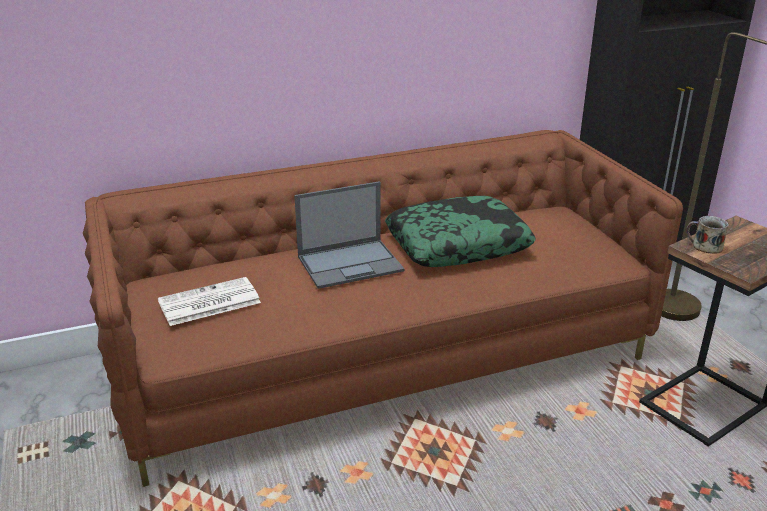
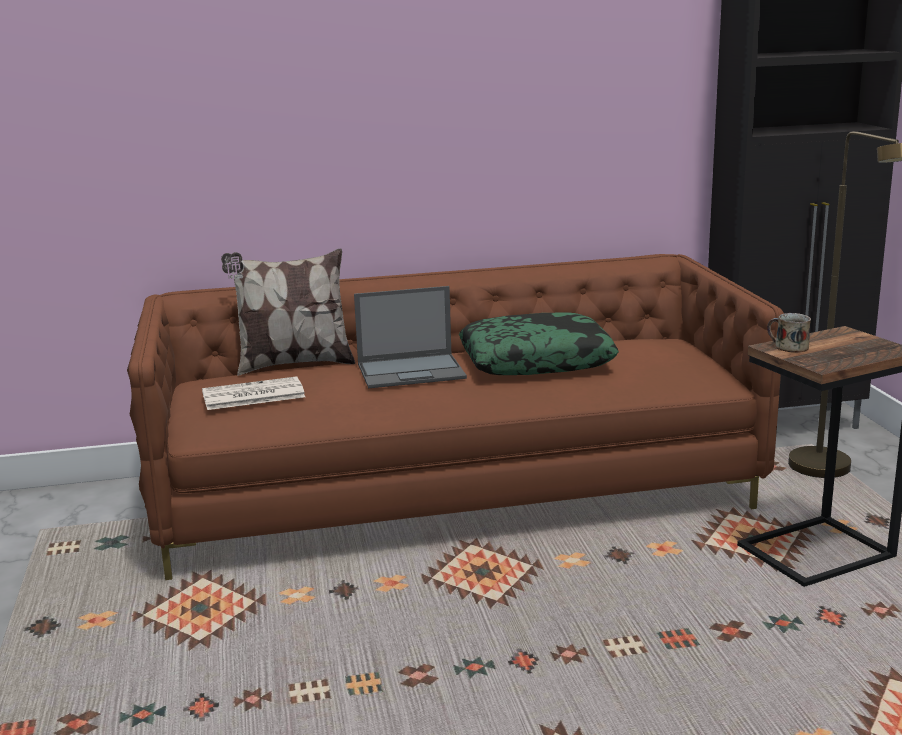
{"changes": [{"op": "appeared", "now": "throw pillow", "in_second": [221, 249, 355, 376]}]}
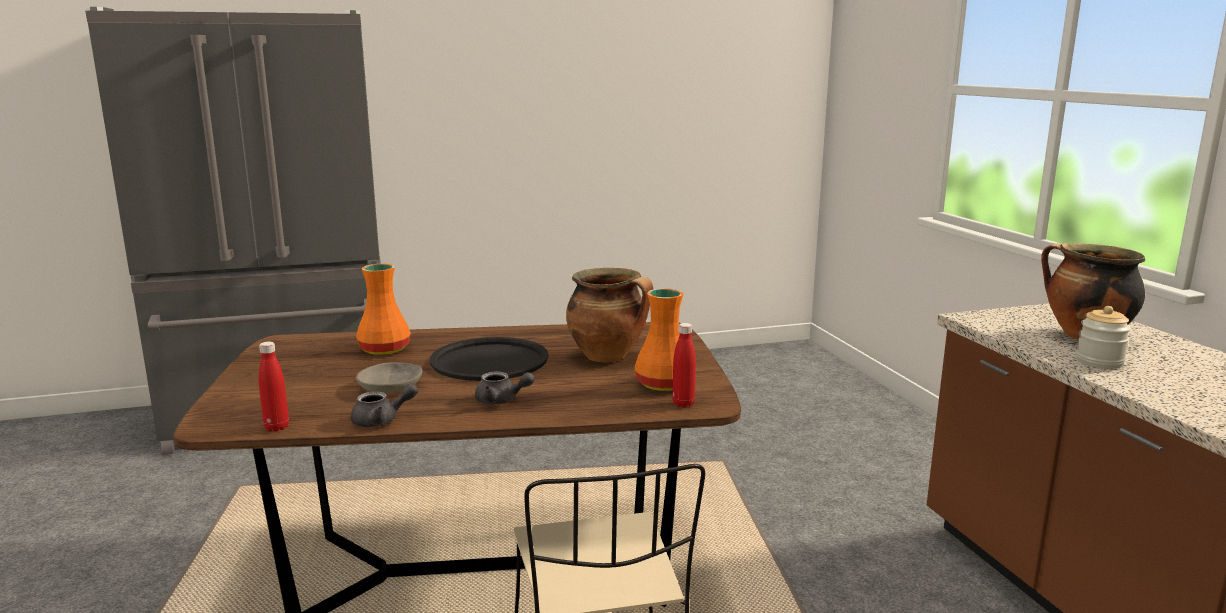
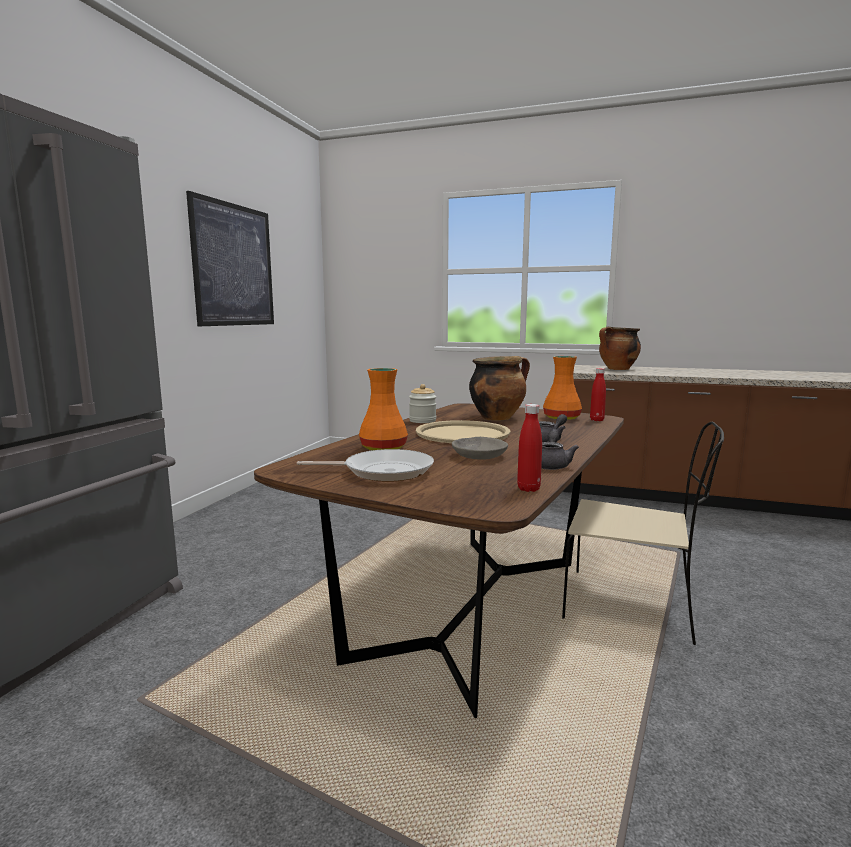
{"changes": [{"op": "colour", "was": "black serving tray", "now": "beige-coloured serving tray", "in_first": [430, 337, 549, 381], "in_second": [416, 420, 510, 443]}, {"op": "relocated", "was": "storage jar", "in_first": [1076, 306, 1131, 369], "in_second": [409, 384, 436, 423]}, {"op": "appeared", "now": "wall art", "in_second": [186, 191, 274, 326]}, {"op": "appeared", "now": "frying pan", "in_second": [297, 449, 434, 482]}]}
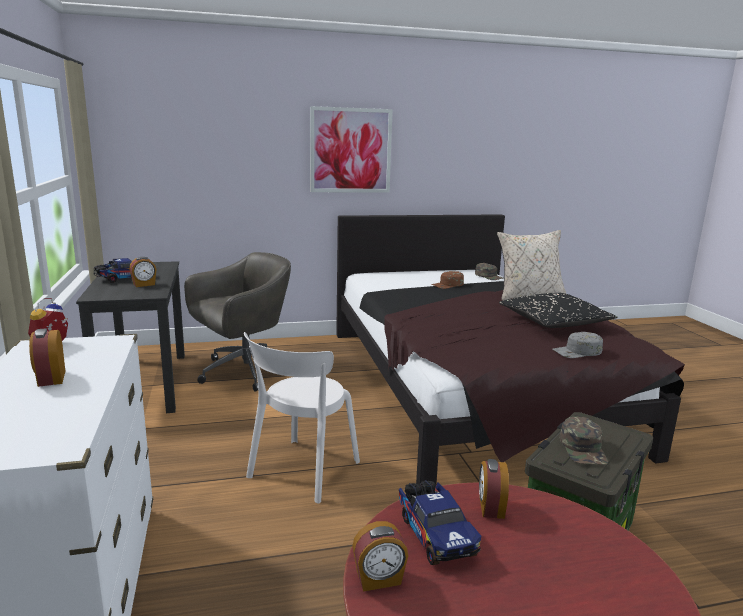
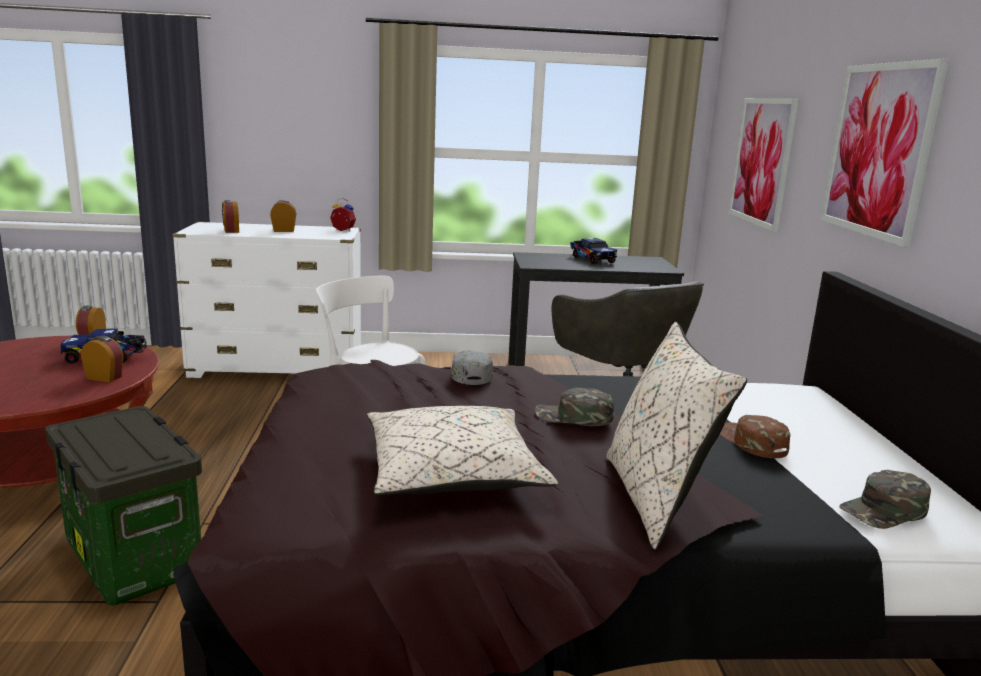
{"changes": [{"op": "relocated", "was": "bedside clock", "in_first": [129, 257, 157, 287], "in_second": [222, 200, 239, 233]}, {"op": "colour", "was": "black throw pillow", "now": "beige-coloured throw pillow", "in_first": [499, 293, 617, 328], "in_second": [367, 406, 558, 495]}, {"op": "relocated", "was": "greyish cap", "in_first": [552, 332, 603, 358], "in_second": [451, 350, 493, 385]}, {"op": "relocated", "was": "green cap", "in_first": [560, 416, 608, 465], "in_second": [535, 388, 614, 426]}, {"op": "appeared", "now": "wall art", "in_second": [729, 98, 799, 232]}]}
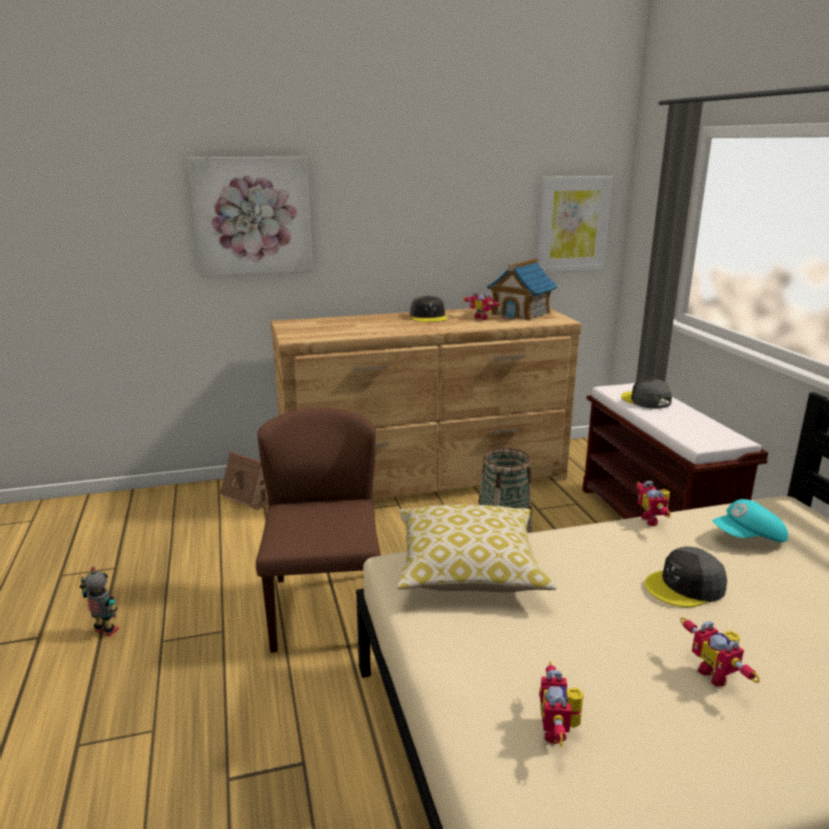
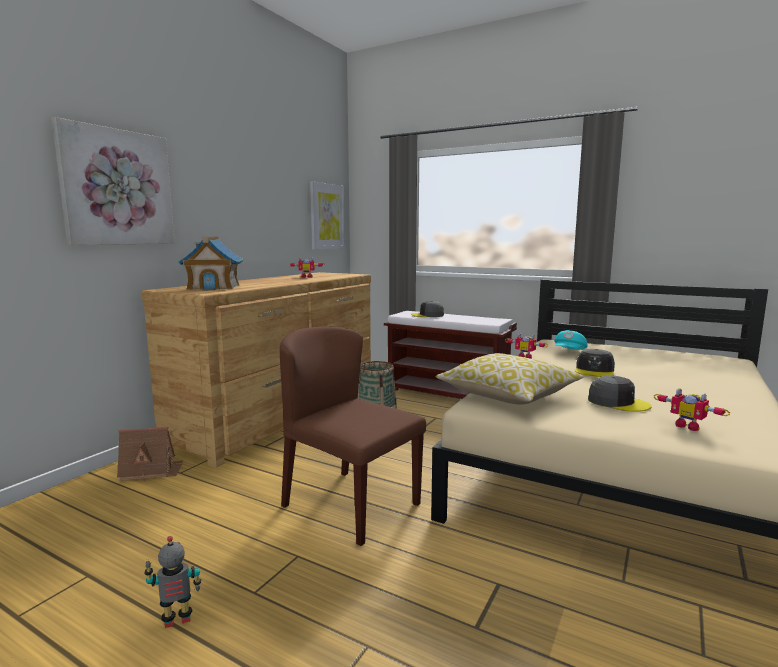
{"changes": [{"op": "relocated", "was": "greyish cap", "in_first": [410, 296, 447, 322], "in_second": [588, 375, 652, 412]}, {"op": "relocated", "was": "model house", "in_first": [487, 259, 558, 321], "in_second": [179, 237, 243, 290]}, {"op": "missing", "was": "robot figure", "in_first": [680, 618, 760, 687]}]}
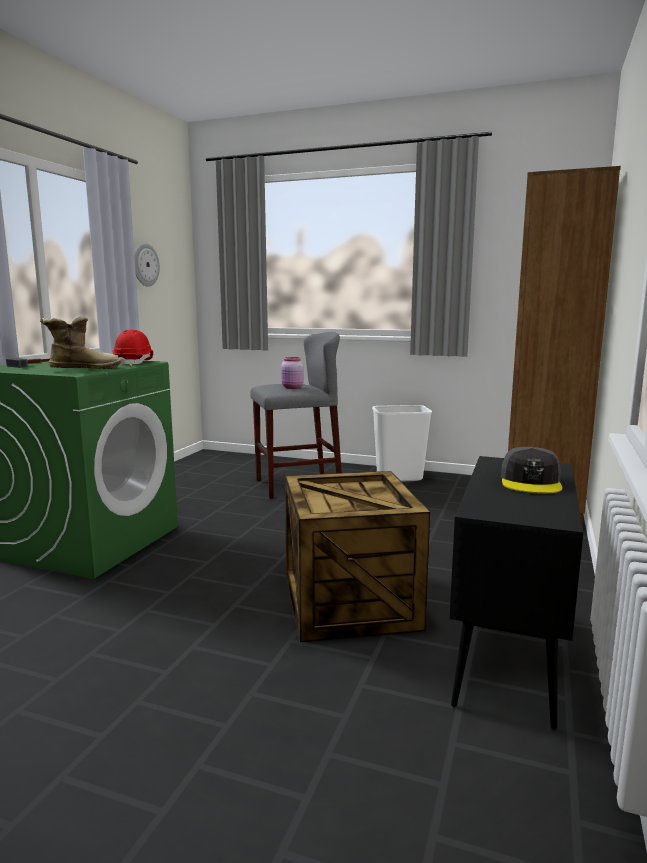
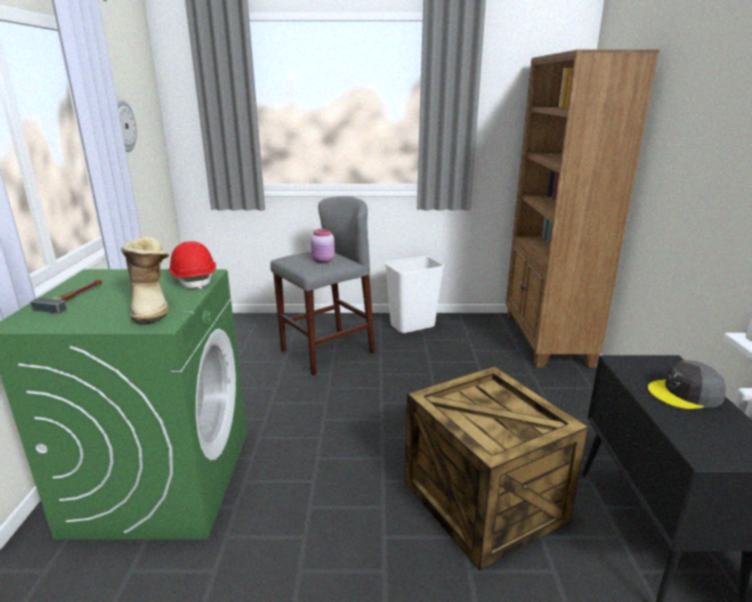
{"changes": [{"op": "spun", "was": "boot", "in_first": [40, 317, 121, 369], "in_second": [121, 237, 170, 325], "clockwise": 120}, {"op": "spun", "was": "greyish cap", "in_first": [501, 447, 562, 493], "in_second": [648, 360, 726, 409], "clockwise": 90}]}
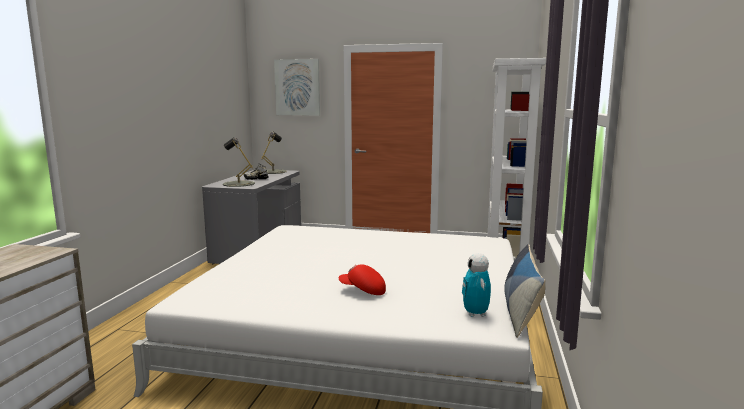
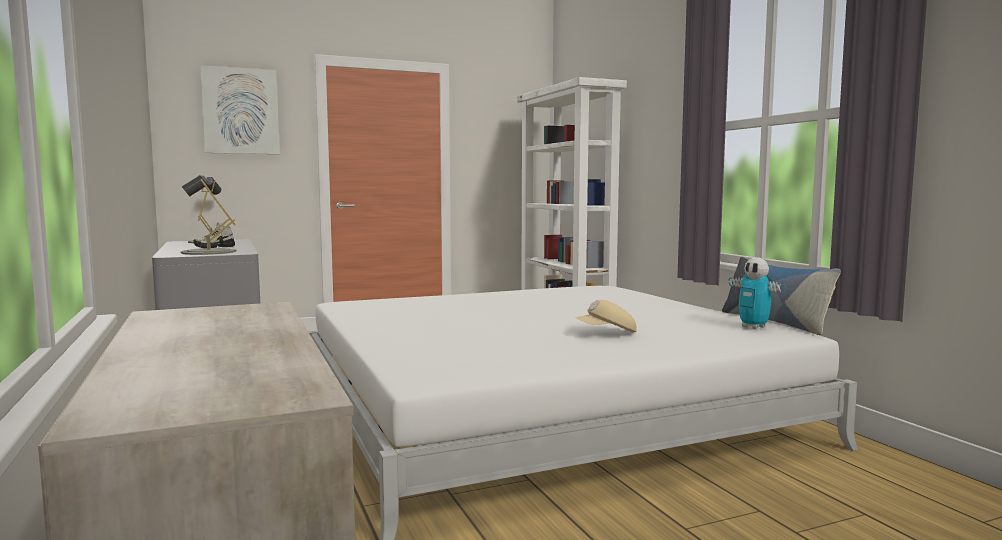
{"changes": [{"op": "colour", "was": "reddish cap", "now": "beige-coloured cap", "in_first": [339, 265, 386, 295], "in_second": [576, 300, 637, 333]}]}
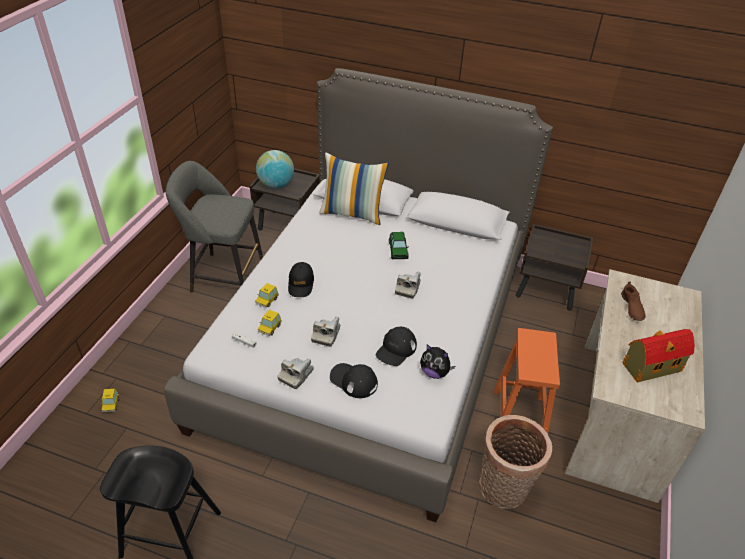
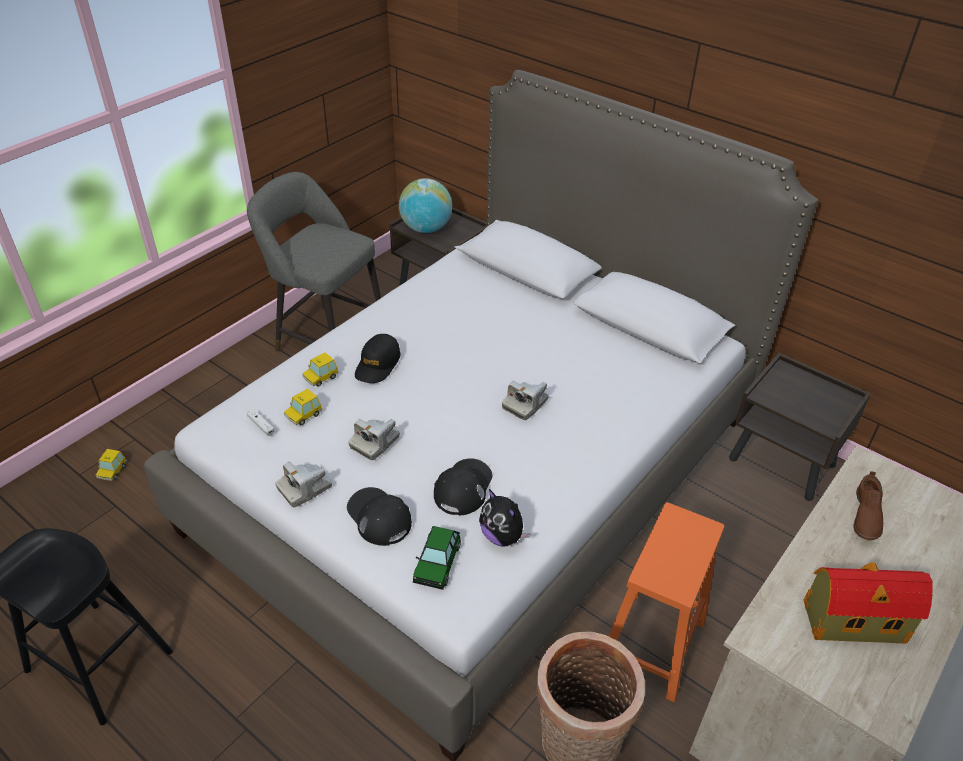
{"changes": [{"op": "missing", "was": "throw pillow", "in_first": [319, 152, 389, 225]}, {"op": "spun", "was": "black cap", "in_first": [376, 327, 417, 366], "in_second": [434, 458, 492, 516], "clockwise": 150}, {"op": "relocated", "was": "toy car", "in_first": [389, 232, 409, 259], "in_second": [413, 526, 461, 590]}]}
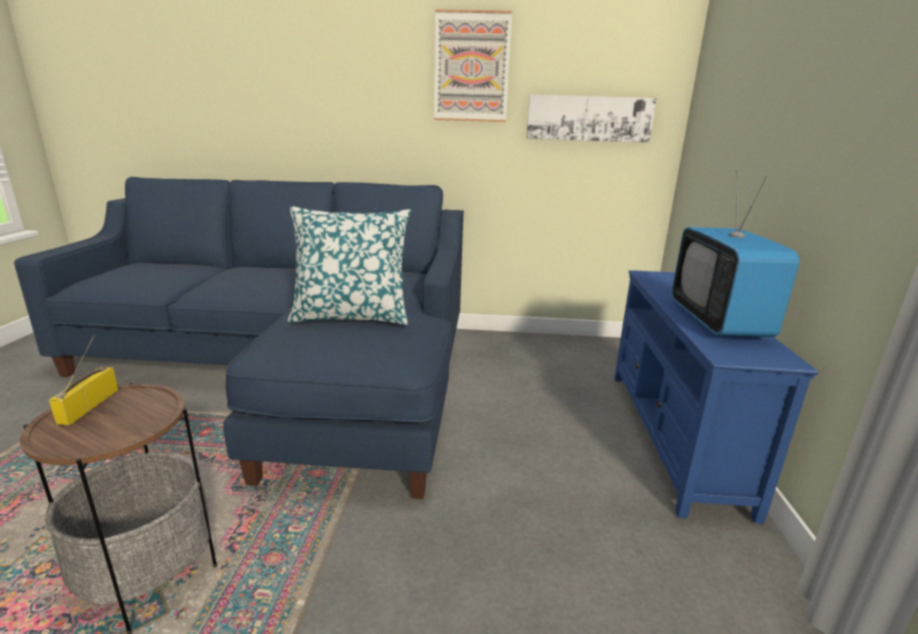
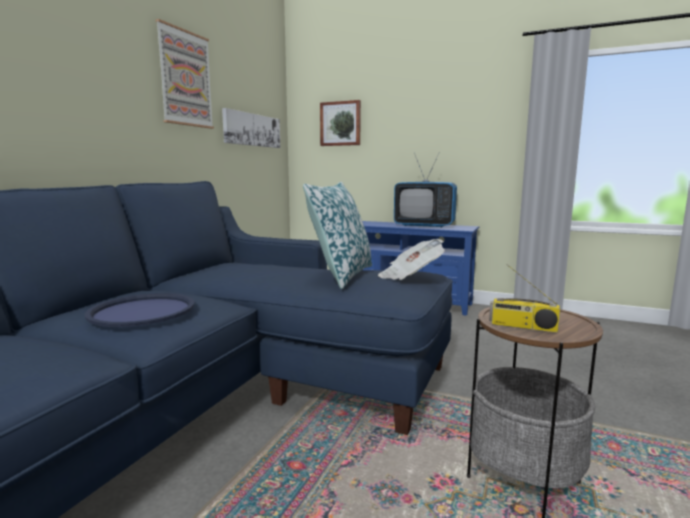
{"changes": [{"op": "appeared", "now": "blue serving tray", "in_second": [85, 293, 194, 327]}, {"op": "appeared", "now": "wall art", "in_second": [320, 100, 361, 146]}, {"op": "appeared", "now": "daily paper", "in_second": [378, 239, 445, 280]}]}
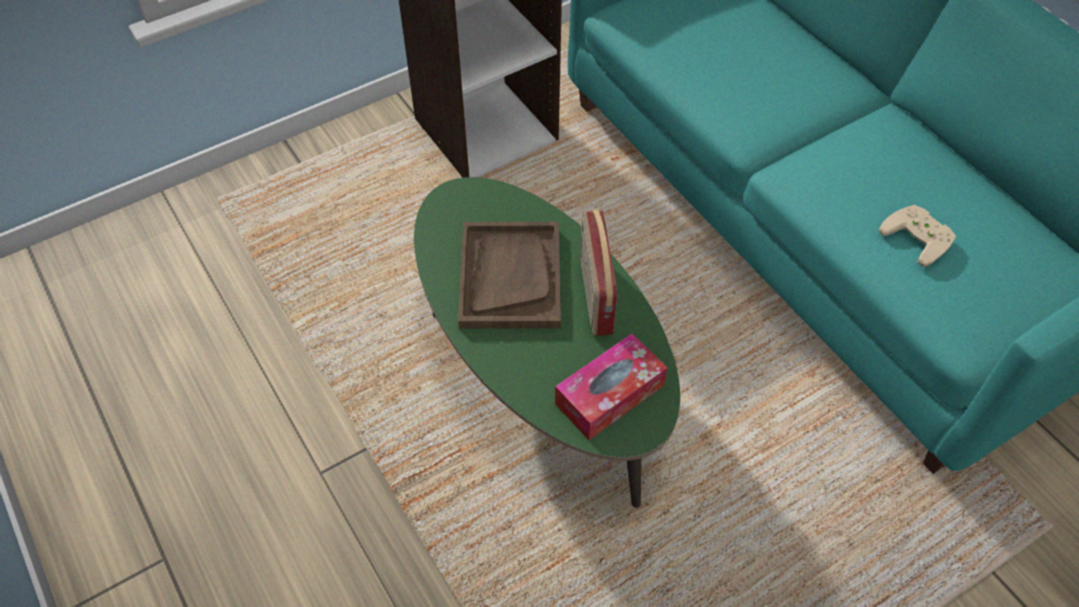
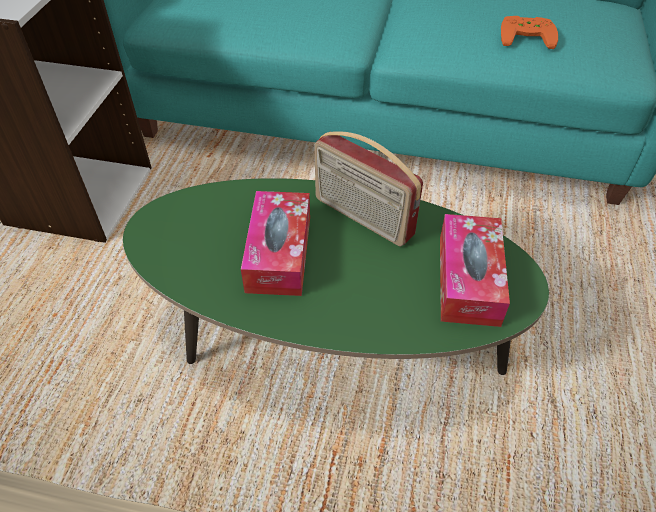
{"changes": [{"op": "exchanged", "was": "brown serving tray", "now": "box of tissues", "in_first": [458, 222, 561, 329], "in_second": [241, 191, 310, 296]}, {"op": "colour", "was": "beige-coloured game controller", "now": "orange-coloured game controller", "in_first": [879, 205, 956, 267], "in_second": [501, 16, 558, 49]}]}
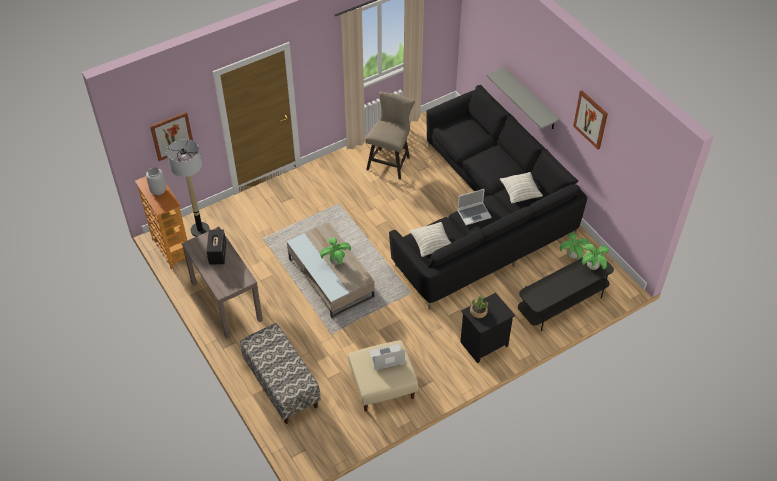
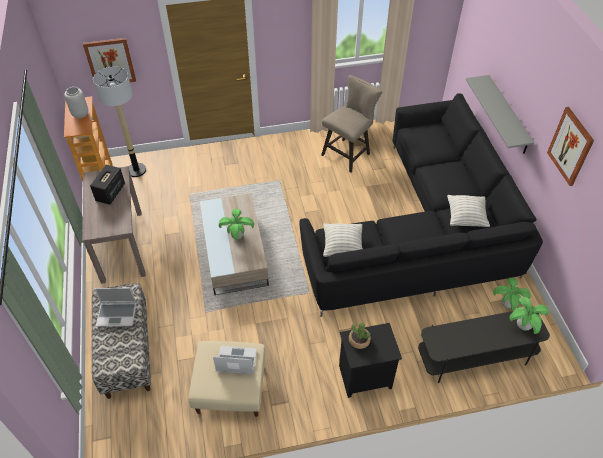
{"changes": [{"op": "relocated", "was": "notebook computer", "in_first": [457, 189, 492, 225], "in_second": [94, 288, 137, 327]}]}
